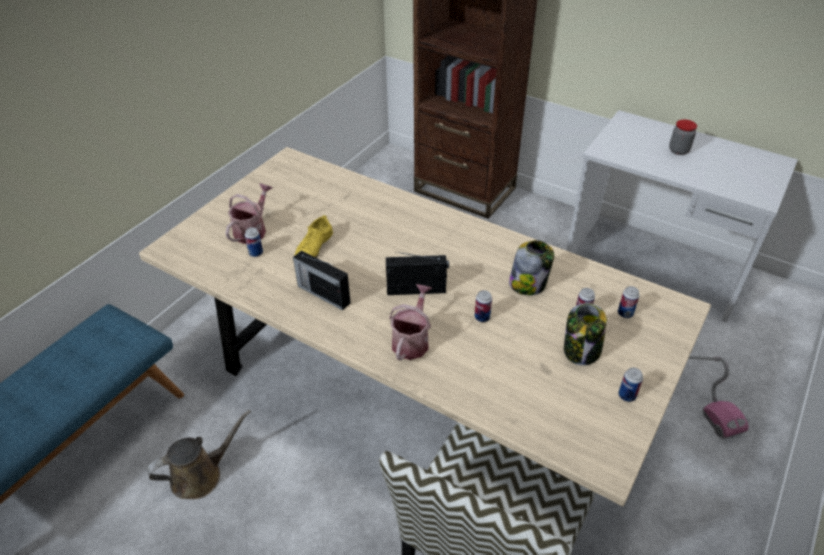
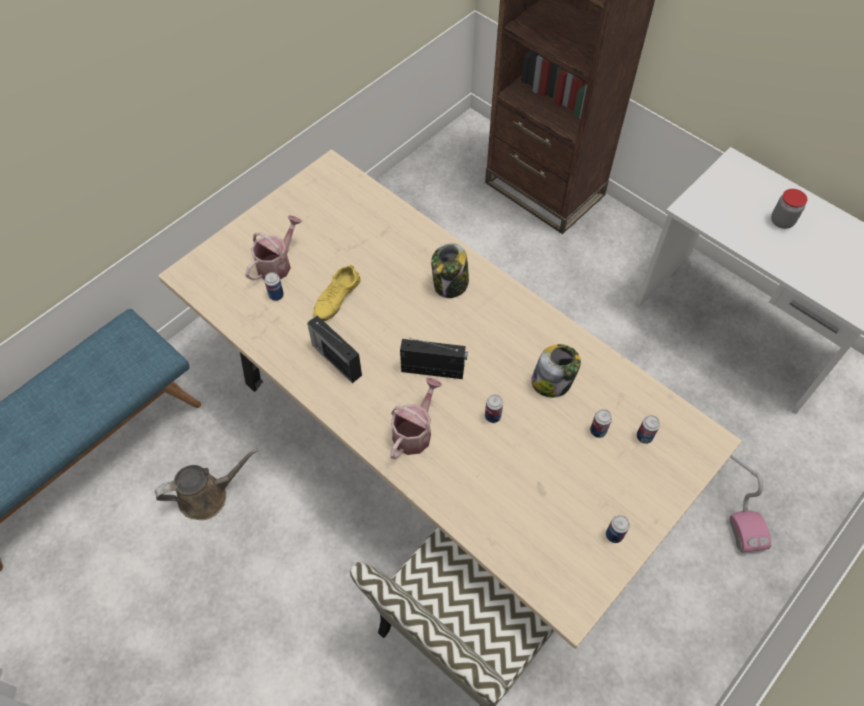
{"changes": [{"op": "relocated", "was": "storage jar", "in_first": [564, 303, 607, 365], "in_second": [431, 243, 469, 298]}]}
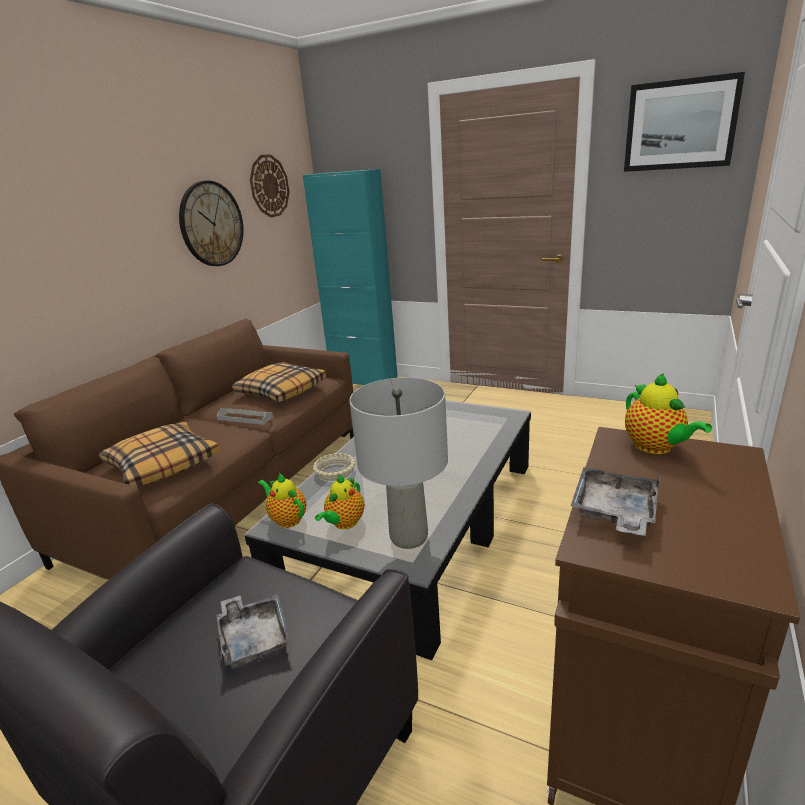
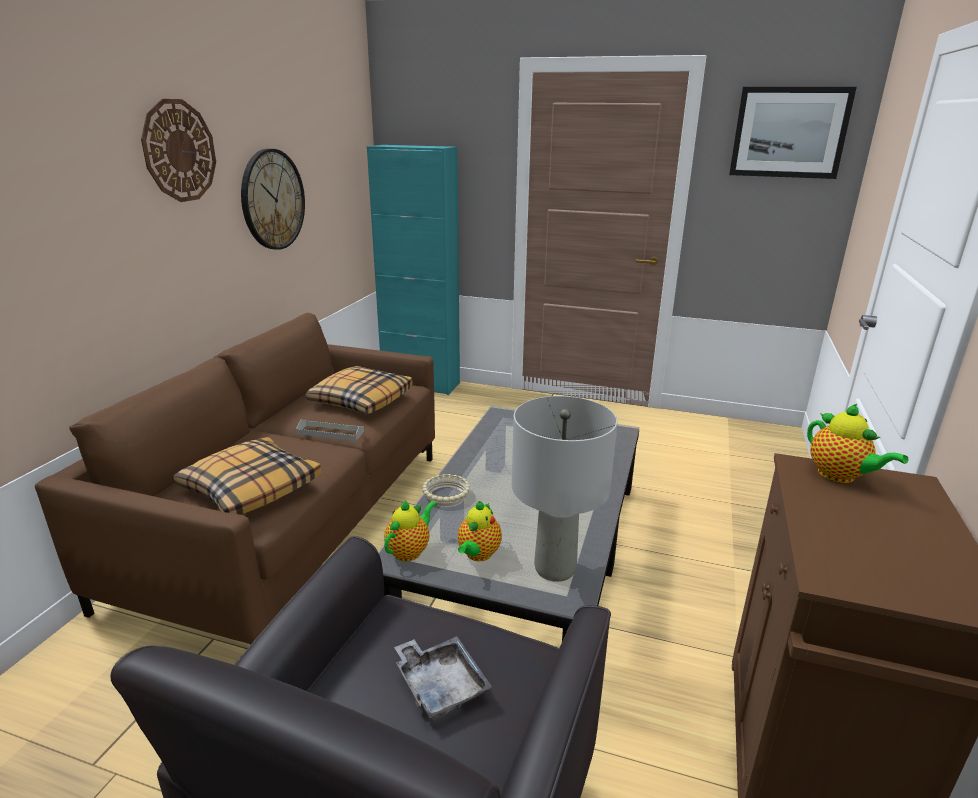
{"changes": [{"op": "relocated", "was": "hanging clock", "in_first": [250, 154, 289, 217], "in_second": [141, 99, 216, 202]}, {"op": "spun", "was": "tea pot", "in_first": [258, 473, 306, 528], "in_second": [384, 500, 437, 562], "clockwise": 90}, {"op": "missing", "was": "greyish serving tray", "in_first": [571, 467, 660, 536]}]}
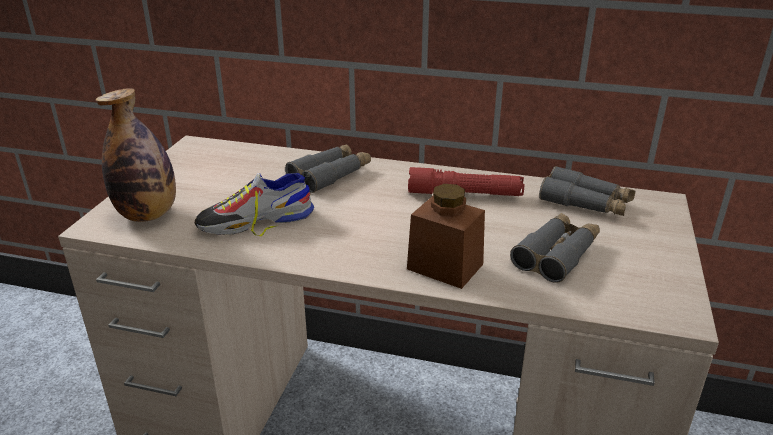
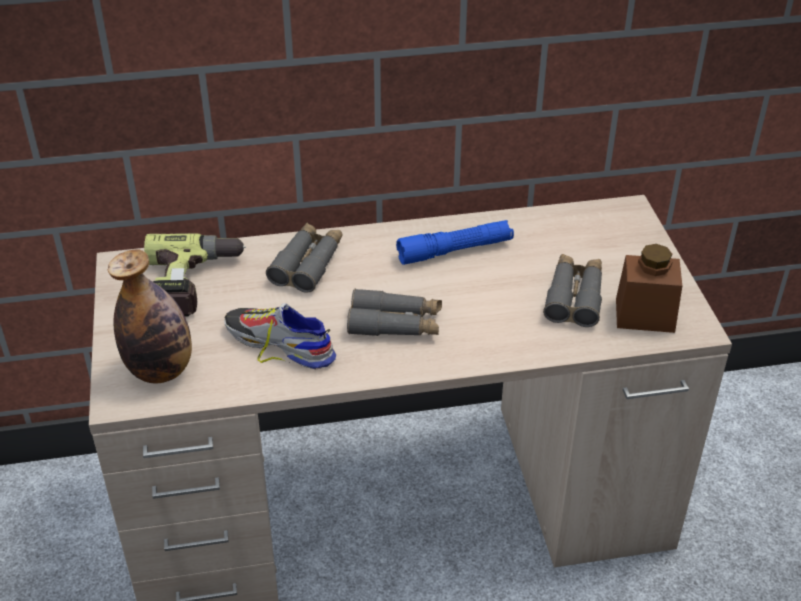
{"changes": [{"op": "spun", "was": "low shoe", "in_first": [195, 173, 314, 236], "in_second": [224, 303, 336, 369], "clockwise": 75}, {"op": "relocated", "was": "brown storage jar", "in_first": [407, 184, 485, 289], "in_second": [616, 244, 682, 333]}, {"op": "colour", "was": "reddish hand torch", "now": "blue hand torch", "in_first": [408, 167, 524, 196], "in_second": [396, 220, 514, 265]}, {"op": "relocated", "was": "greyish binoculars", "in_first": [539, 166, 636, 216], "in_second": [347, 289, 442, 336]}, {"op": "appeared", "now": "electric drill", "in_second": [144, 233, 246, 317]}]}
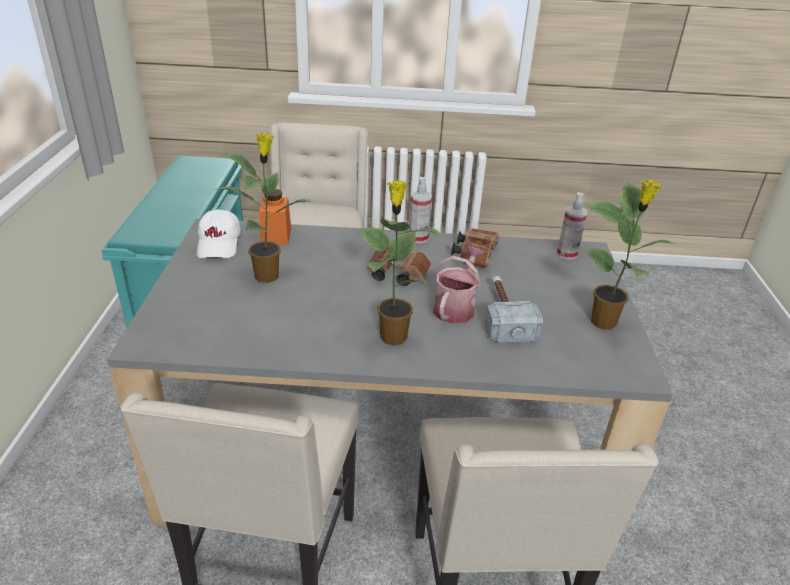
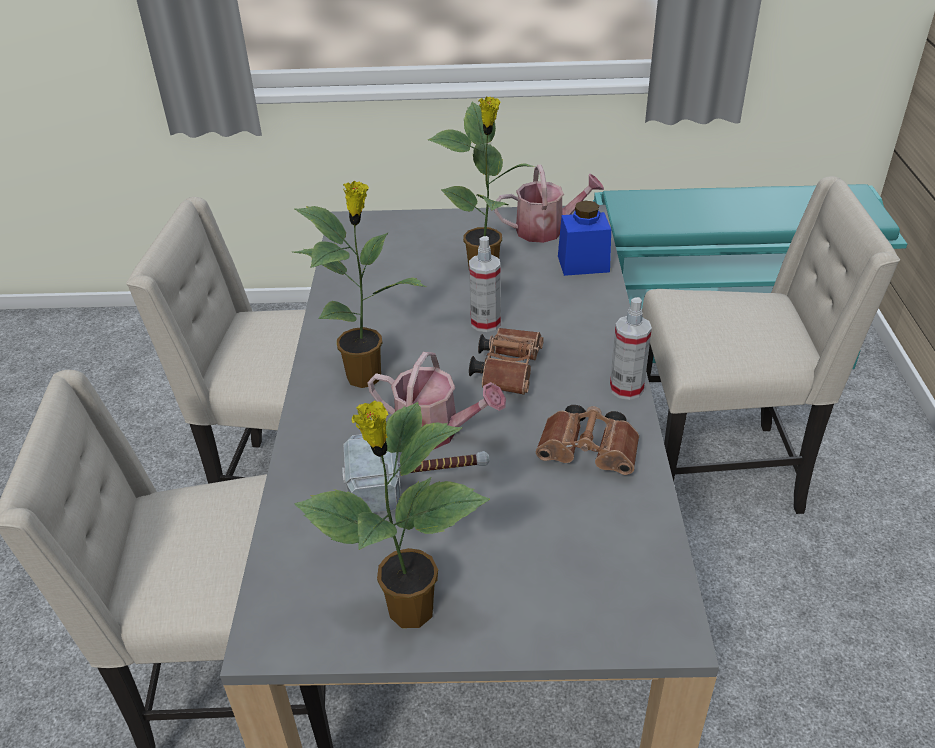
{"changes": [{"op": "exchanged", "was": "white-coloured cap", "now": "watering pot", "in_first": [197, 209, 241, 258], "in_second": [494, 164, 604, 243]}, {"op": "colour", "was": "orange-coloured storage jar", "now": "blue storage jar", "in_first": [259, 189, 291, 245], "in_second": [558, 200, 611, 276]}, {"op": "relocated", "was": "hand sprayer", "in_first": [557, 192, 587, 260], "in_second": [469, 236, 501, 332]}]}
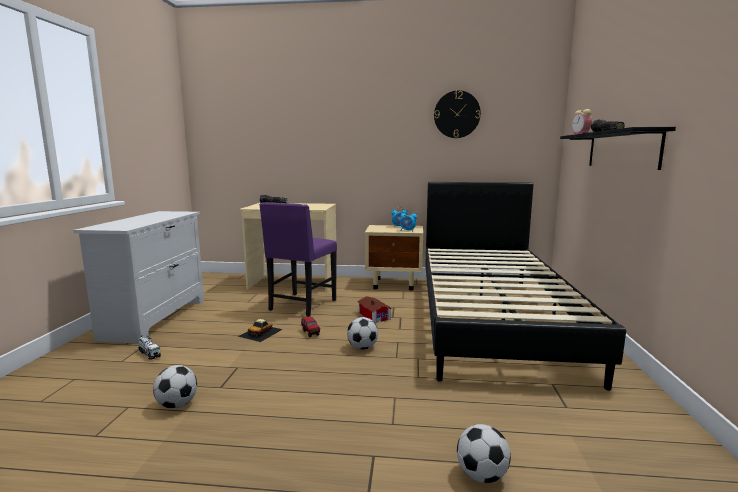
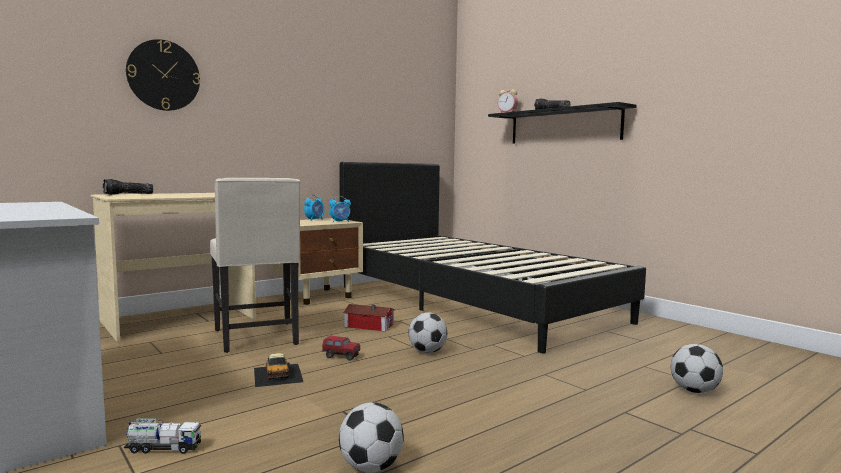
{"changes": [{"op": "colour", "was": "purple plain chair", "now": "beige-coloured plain chair", "in_first": [259, 202, 337, 317], "in_second": [210, 178, 301, 353]}, {"op": "relocated", "was": "hanging clock", "in_first": [434, 90, 481, 138], "in_second": [126, 39, 200, 111]}]}
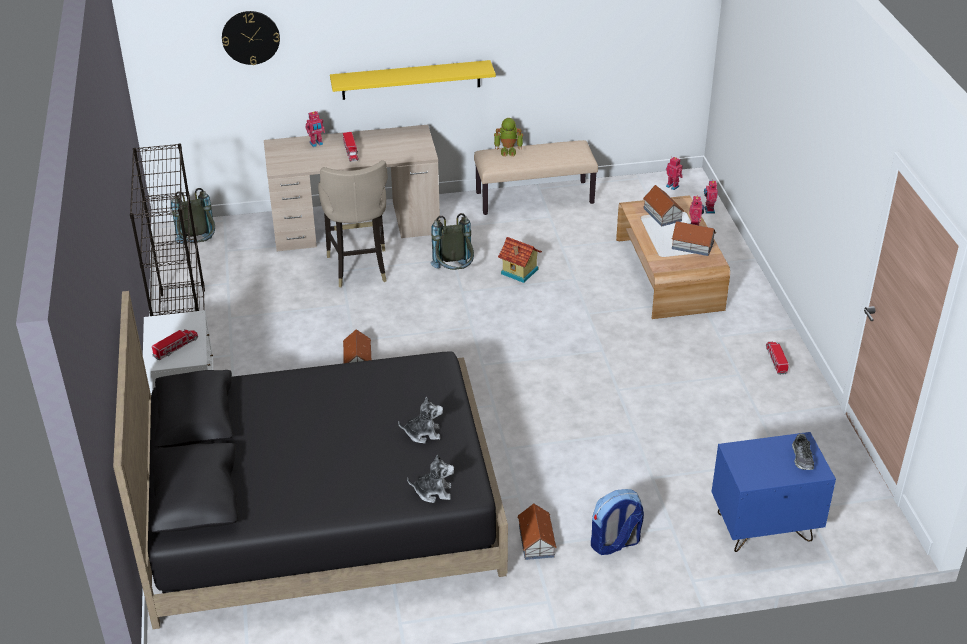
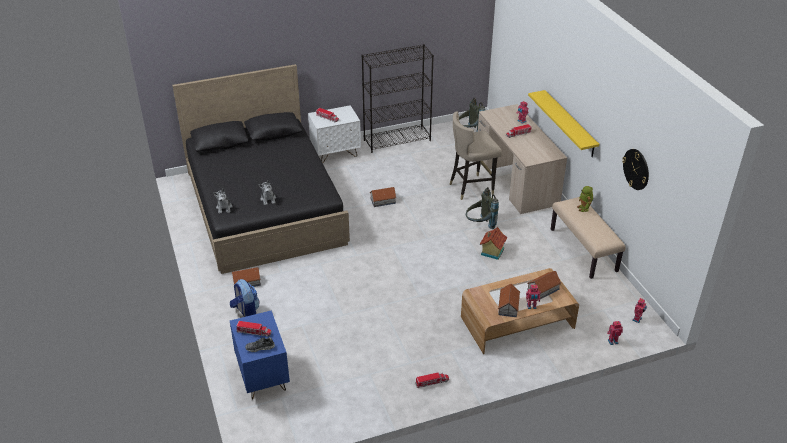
{"changes": [{"op": "relocated", "was": "hanging clock", "in_first": [222, 11, 280, 65], "in_second": [622, 149, 649, 190]}, {"op": "appeared", "now": "toy truck", "in_second": [236, 321, 272, 337]}]}
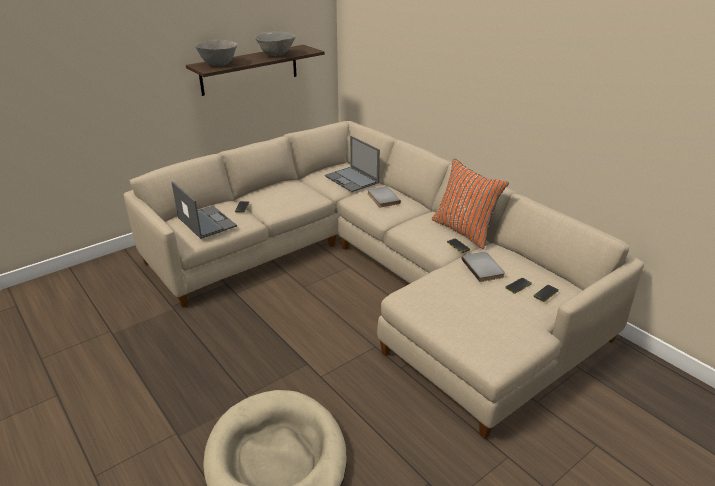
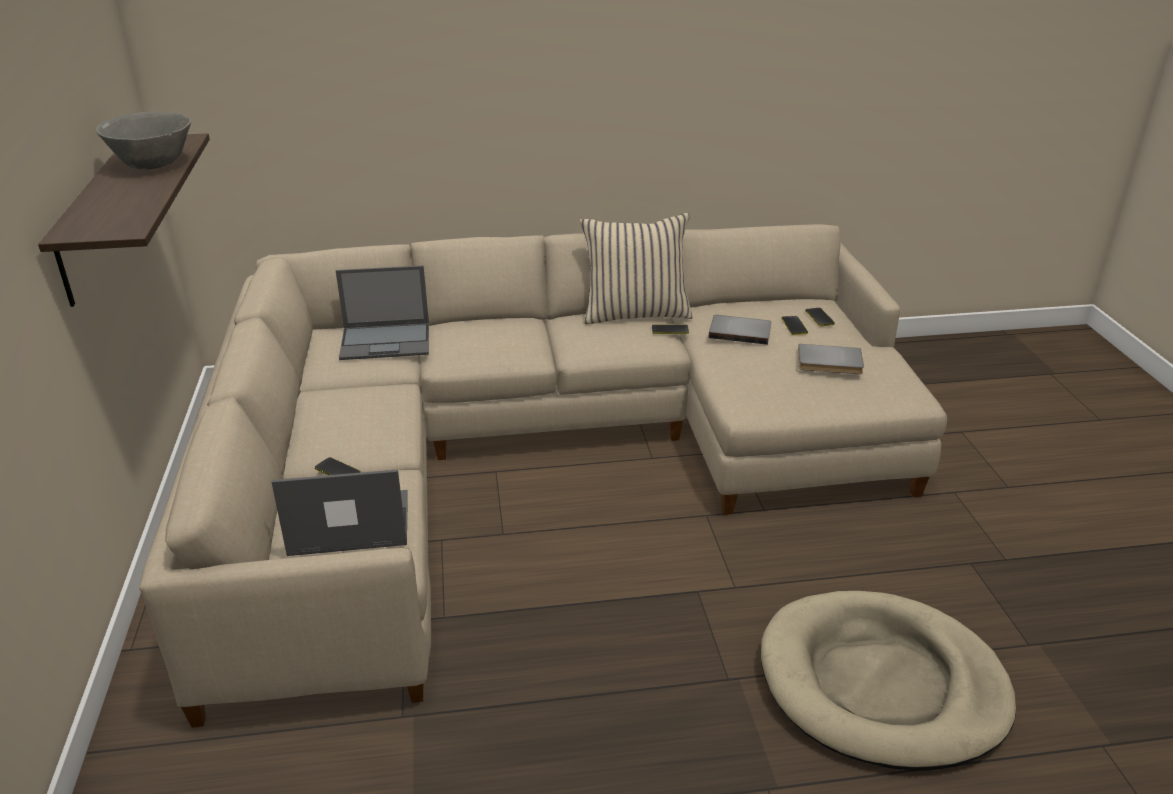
{"changes": [{"op": "missing", "was": "greyish deep dish", "in_first": [195, 40, 238, 66]}, {"op": "relocated", "was": "greyish volume", "in_first": [367, 186, 401, 208], "in_second": [798, 344, 864, 374]}, {"op": "colour", "was": "orange-coloured throw pillow", "now": "beige-coloured throw pillow", "in_first": [432, 159, 509, 249], "in_second": [580, 213, 693, 324]}]}
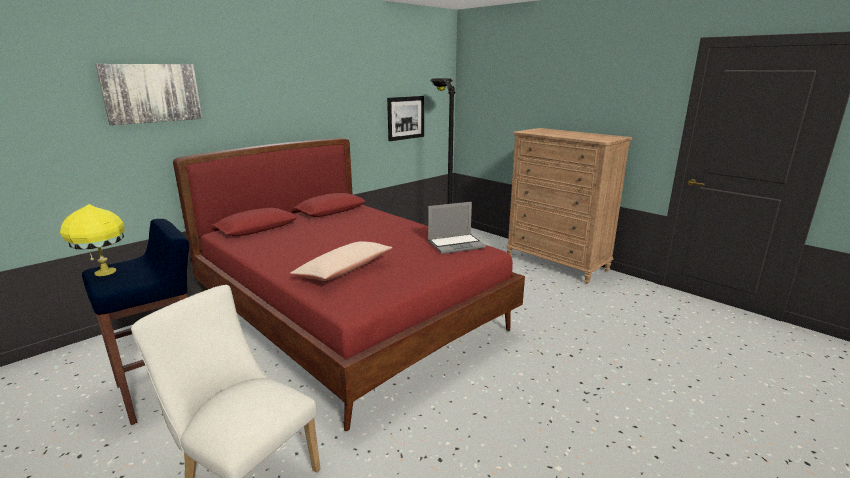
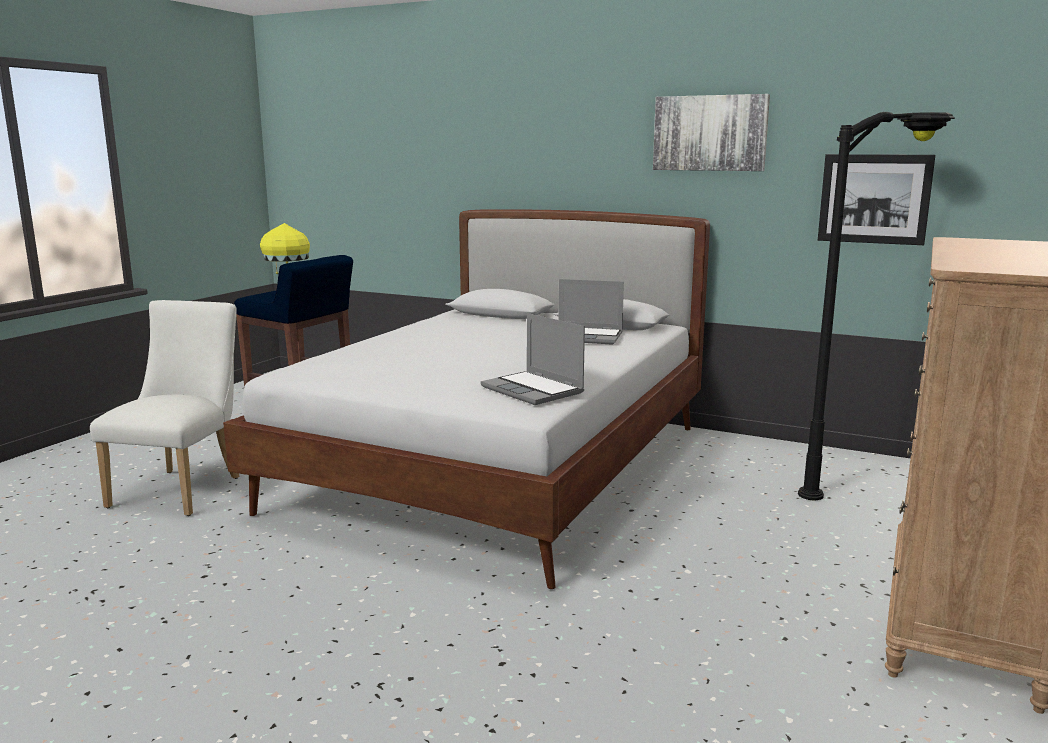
{"changes": [{"op": "relocated", "was": "wall art", "in_first": [95, 64, 202, 125], "in_second": [653, 94, 770, 171]}, {"op": "colour", "was": "reddish sleeping bed", "now": "white-coloured sleeping bed", "in_first": [173, 138, 525, 431], "in_second": [223, 209, 710, 589]}, {"op": "missing", "was": "beige-coloured throw pillow", "in_first": [290, 241, 393, 281]}, {"op": "appeared", "now": "notebook computer", "in_second": [559, 279, 624, 345]}]}
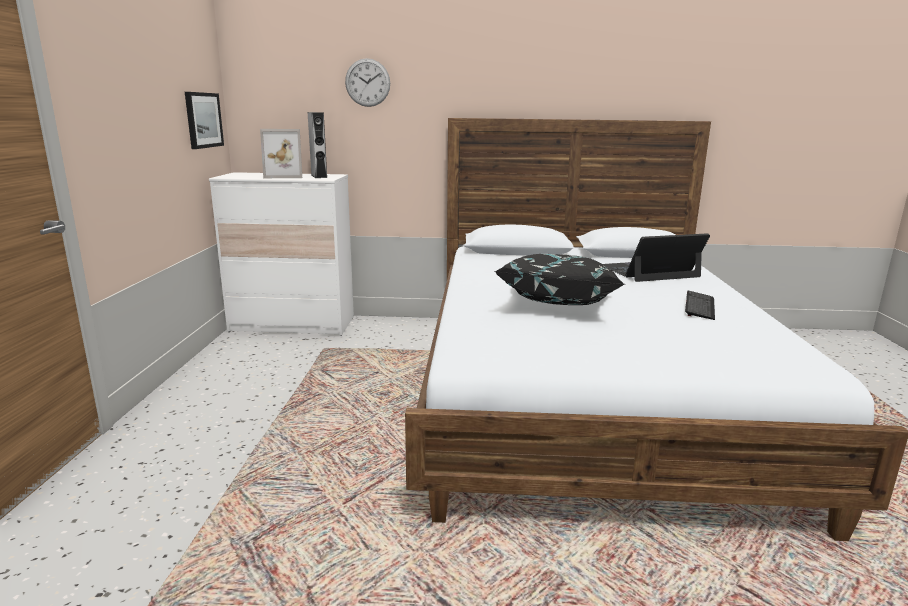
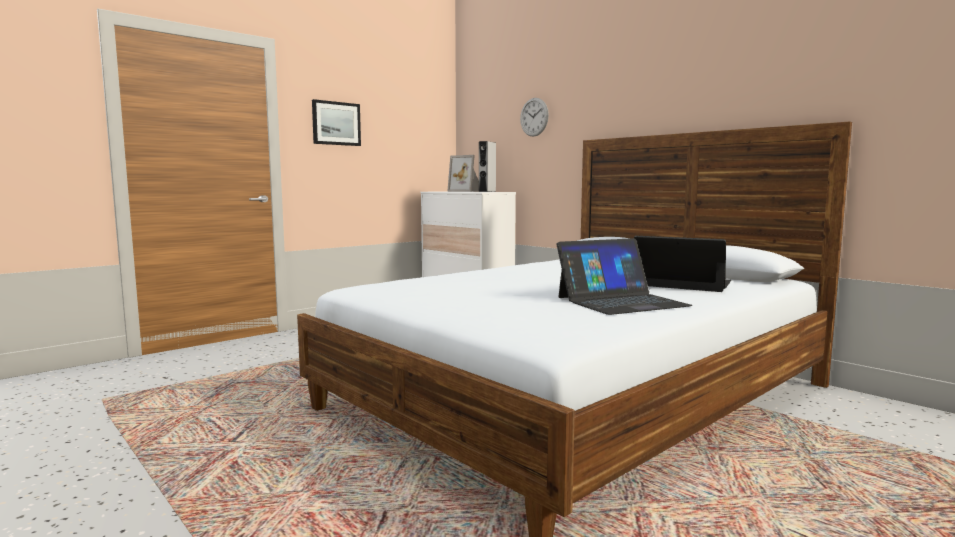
{"changes": [{"op": "relocated", "was": "wall art", "in_first": [185, 92, 224, 149], "in_second": [312, 99, 361, 146]}, {"op": "missing", "was": "black throw pillow", "in_first": [494, 254, 625, 305]}, {"op": "exchanged", "was": "keyboard", "now": "notebook computer", "in_first": [685, 290, 715, 320], "in_second": [557, 238, 693, 315]}]}
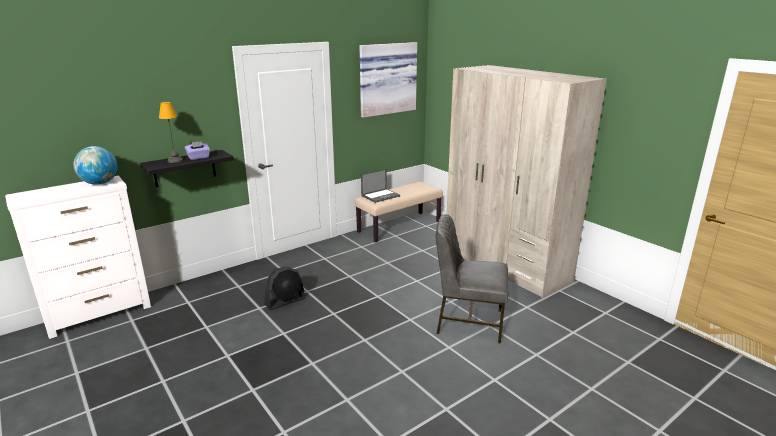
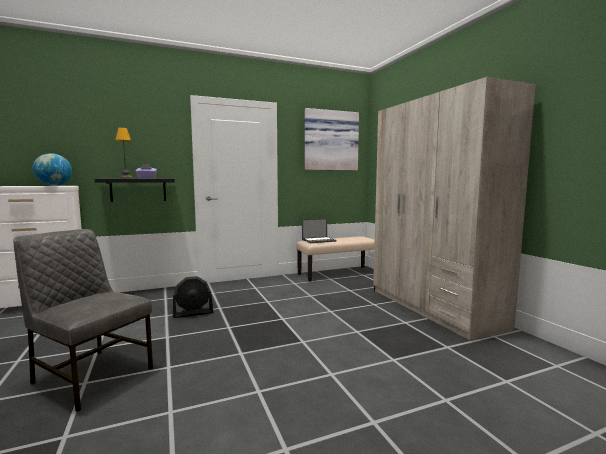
{"changes": [{"op": "relocated", "was": "greyish plain chair", "in_first": [436, 214, 508, 344], "in_second": [13, 229, 153, 412]}]}
